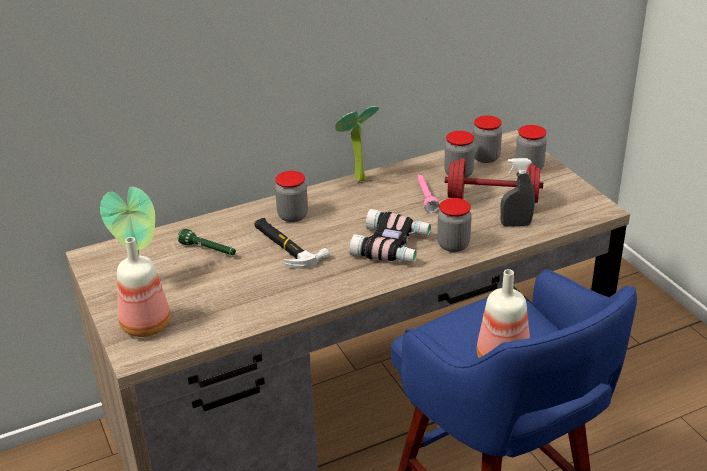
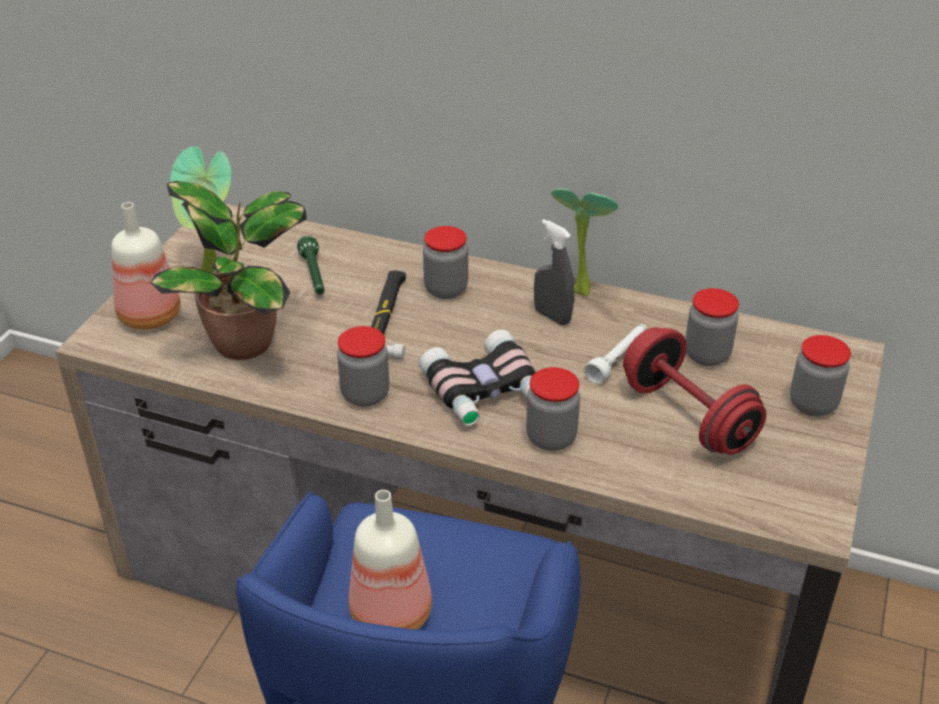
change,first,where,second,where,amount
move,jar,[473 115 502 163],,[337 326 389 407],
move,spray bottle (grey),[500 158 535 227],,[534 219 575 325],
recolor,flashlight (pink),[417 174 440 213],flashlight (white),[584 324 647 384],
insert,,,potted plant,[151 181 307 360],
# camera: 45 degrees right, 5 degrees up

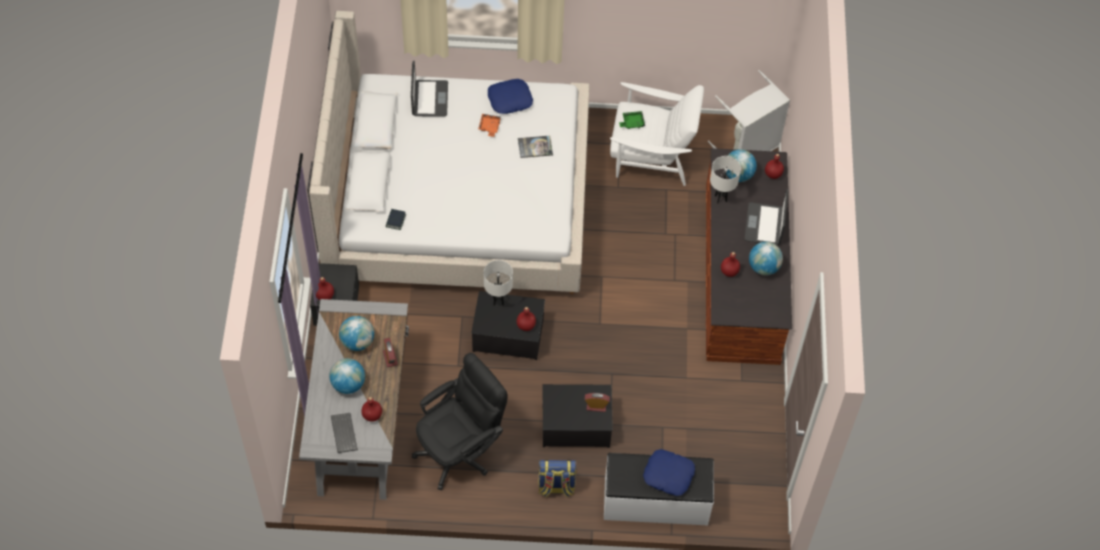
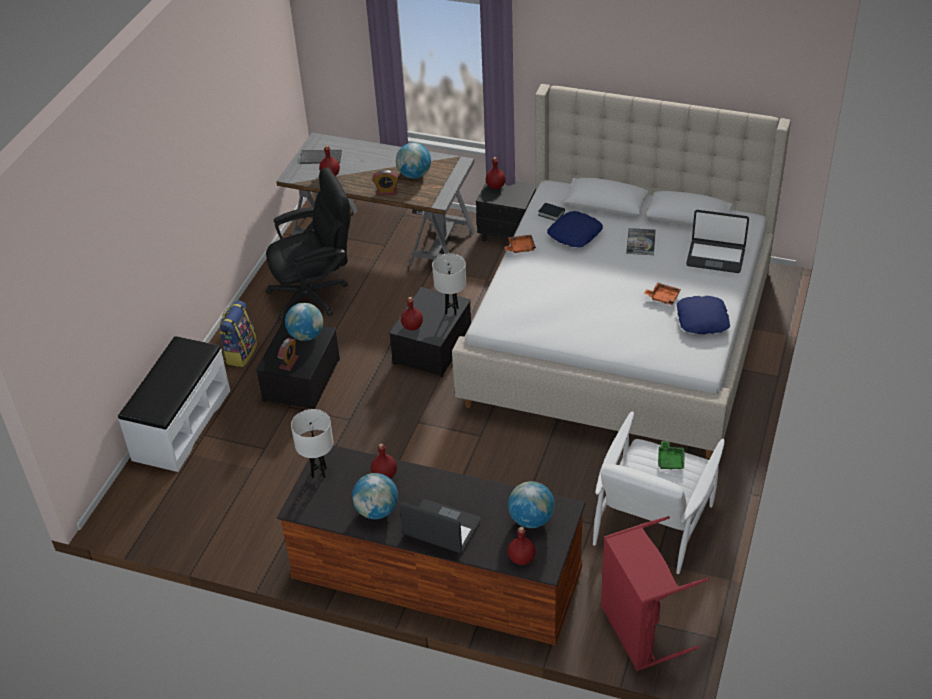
change,first,where,second,where,amount
recolor,laundry basket (grey),[708 70 790 151],laundry basket (red),[601 516 709 671],
move,book,[518 136 553 158],,[626 228 656 255],
move,table lamp (white),[710 156 741 203],,[291 409 334 478],
rotate,office chair (black),[412 353 508 490],,[265 168 351 321],90 degrees counterclockwise
move,globe,[329 358 365 394],,[285 303 323 341],
move,pillow (blue),[643 449 695 496],,[547 211 603 248],
insert,,,tray (orange),[504 235 536 253],
# camera: 110 degrees right, 15 degrees down

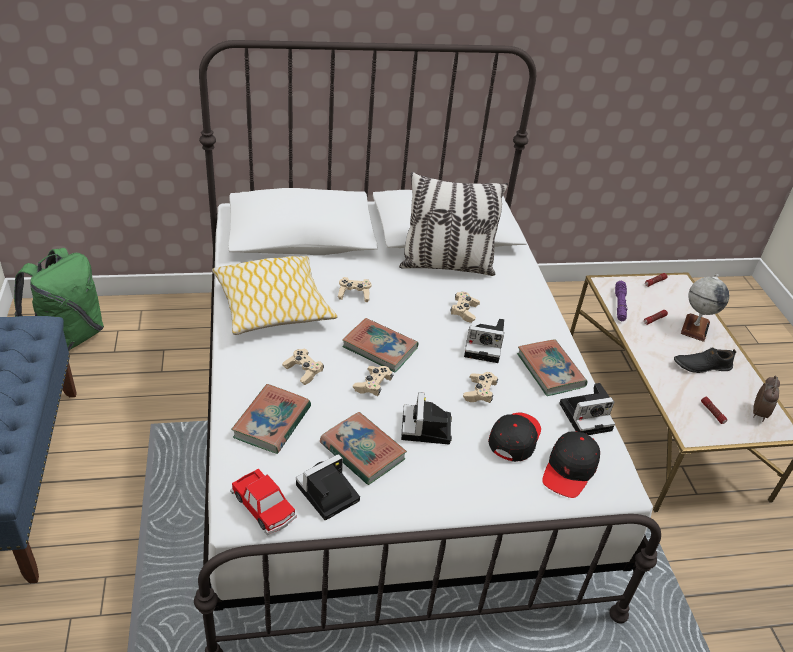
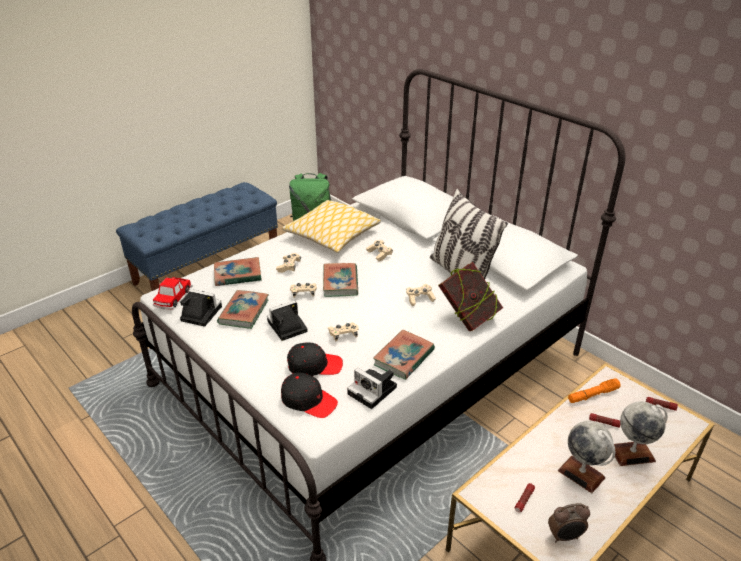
change,first,where,second,where,amount
recolor,flashlight (purple),[615 281 628 321],flashlight (orange),[568 378 621 403],
delete,photo camera,[464 319 504 363],,,
replace,shoe (black),[674 347 736 373],globe,[558 421 615 493],
rotate,cap (black),[542 431 600 498],,[281 373 338 418],150 degrees counterclockwise
insert,,,book,[438 262 503 331],
# camera: 60 degrees right, 5 degrees down

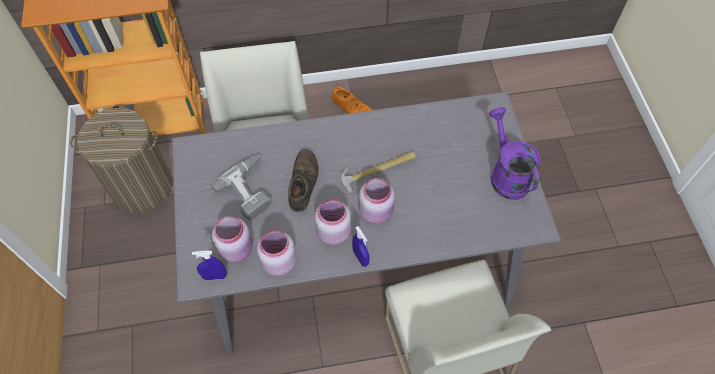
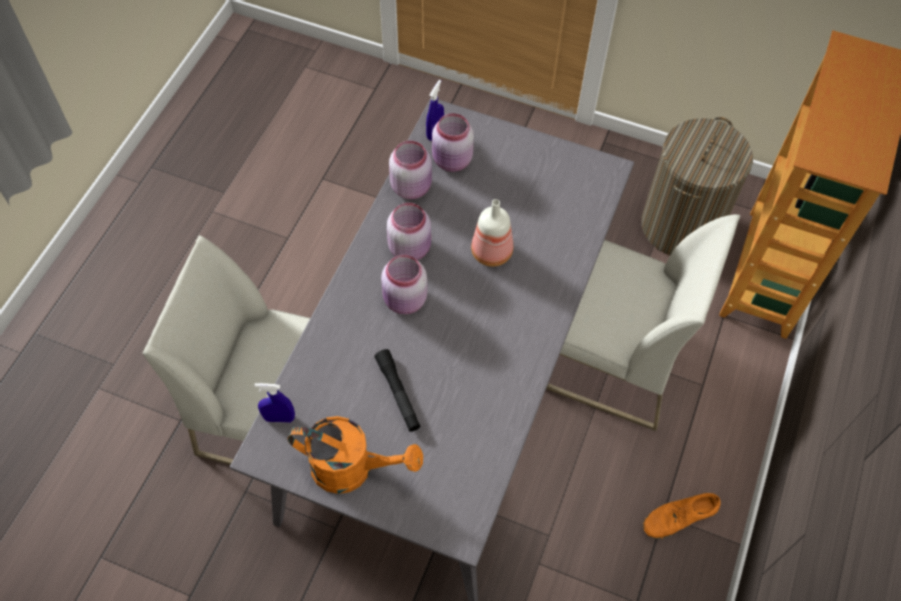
change,first,where,second,where,amount
recolor,watering can (purple),[489 107 541 200],watering can (orange),[288 416 423 494],
replace,shoe (brown),[288 149 319 212],bottle,[471 199 513 267],
delete,hammer,[341 151 416 194],,,
delete,power drill,[212 155 272 220],,,
move,spray bottle (blue),[352 226 370 267],,[255 383 295 423],
insert,,,flashlight (black),[375 349 420 432],
# camera: 120 degrees right, 0 degrees up

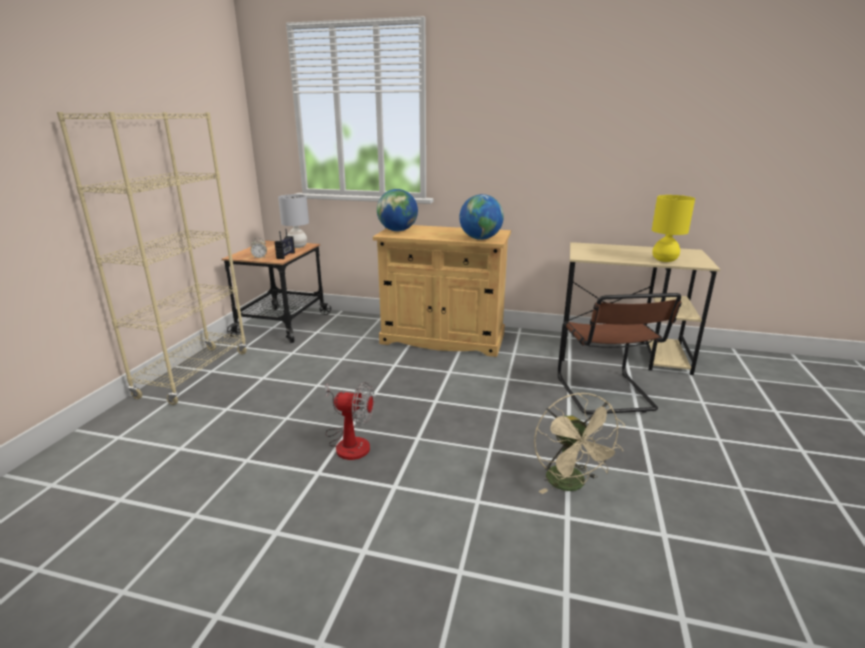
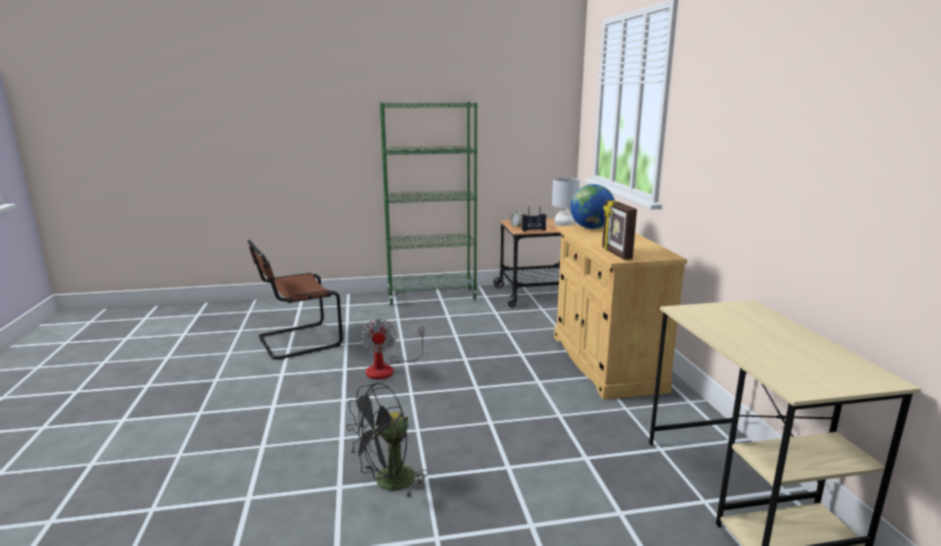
change,first,where,second,where,amount
recolor,bookcase (beige),[57 112 247 405],bookcase (green),[380 102 477 305],
replace,globe,[459 194 504 240],picture frame,[602 200 637 260],
delete,table lamp (yellow),[652 195 695 262],,,
move,chair (brown),[557 293 682 414],,[247 240 343 359],
recolor,fan (beige),[534 393 625 494],fan (black),[346 383 429 497],
# camera: 65 degrees right, 5 degrees down

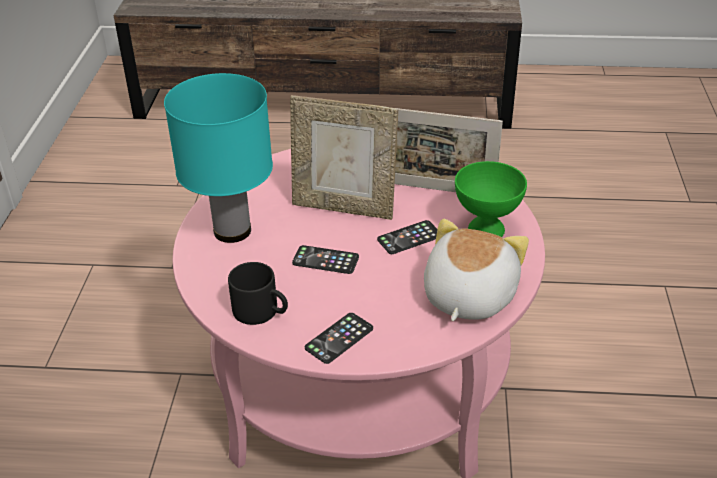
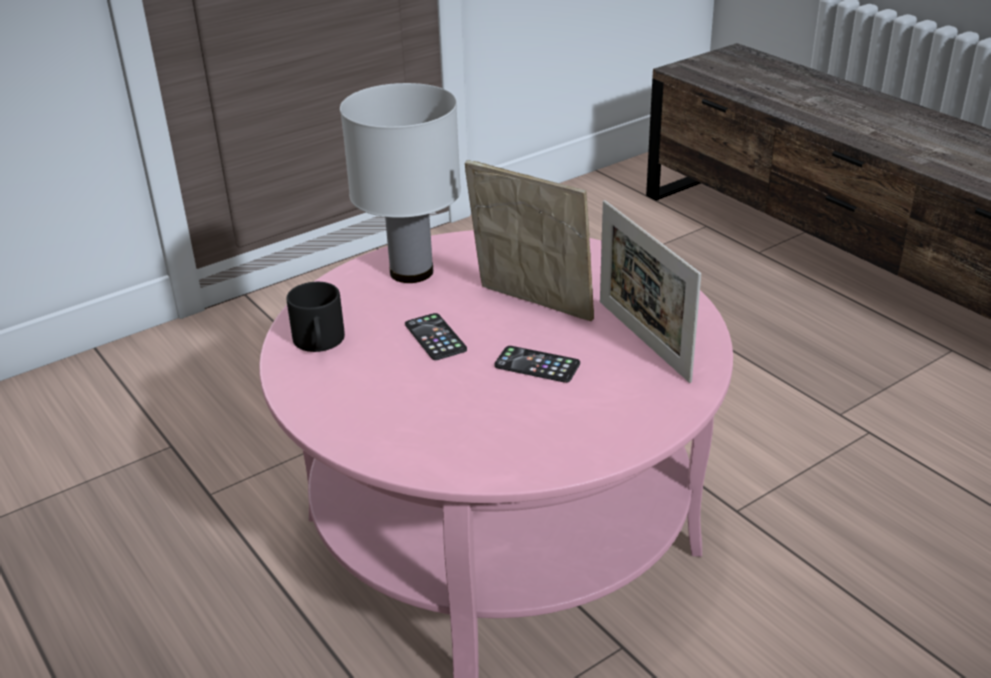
change,first,where,second,where,amount
recolor,table lamp (turquoise),[164 73 273 243],table lamp (white),[340 83 461 283],
rotate,picture frame,[290 95 398 220],,[465 160 594 321],150 degrees clockwise
delete,bowl (green),[455 161 527 237],,,
delete,plush toy,[424 219 529 321],,,
delete,phone,[305 313 373 364],,,
# camera: 50 degrees right, 5 degrees down

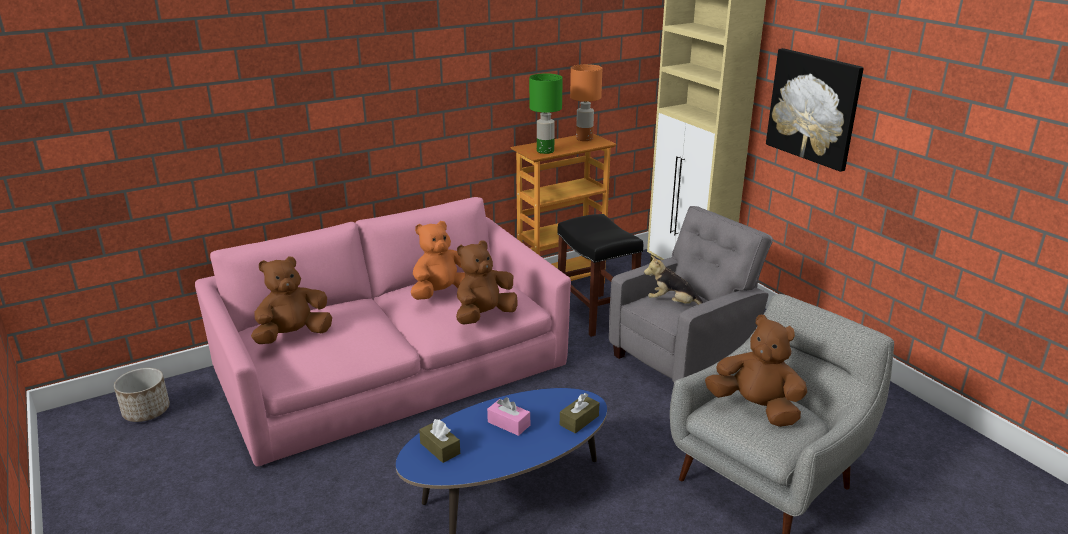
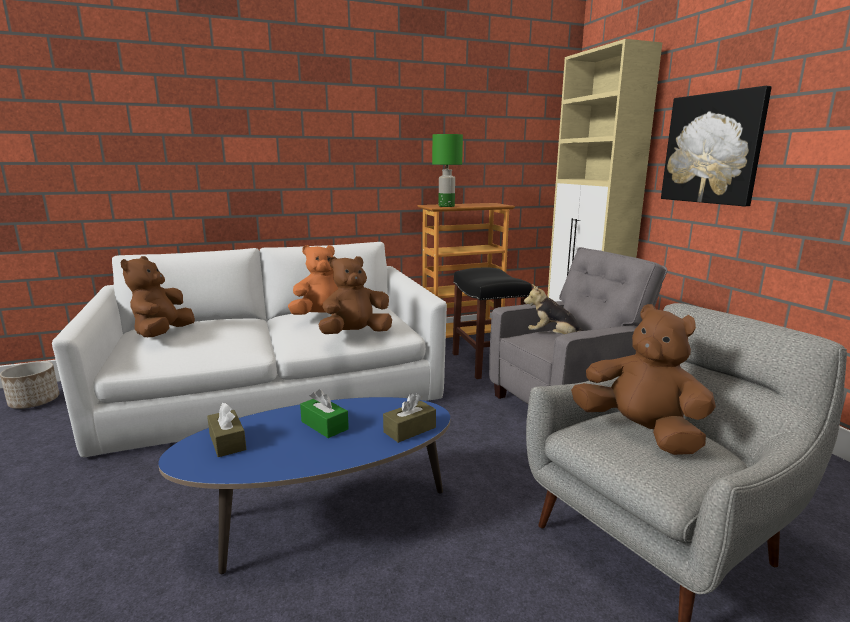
change,first,where,second,where,amount
delete,table lamp (orange),[570 64 602 141],,,
recolor,sofa (pink),[195 197 571 466],sofa (white),[52 242 447 457],
rotate,plush toy (brown),[251 256 332 344],,[121 256 195 337],60 degrees counterclockwise
recolor,tissue box (pink),[487 397 530 436],tissue box (green),[300 389 349 438],
# camera: 10 degrees right, 10 degrees down

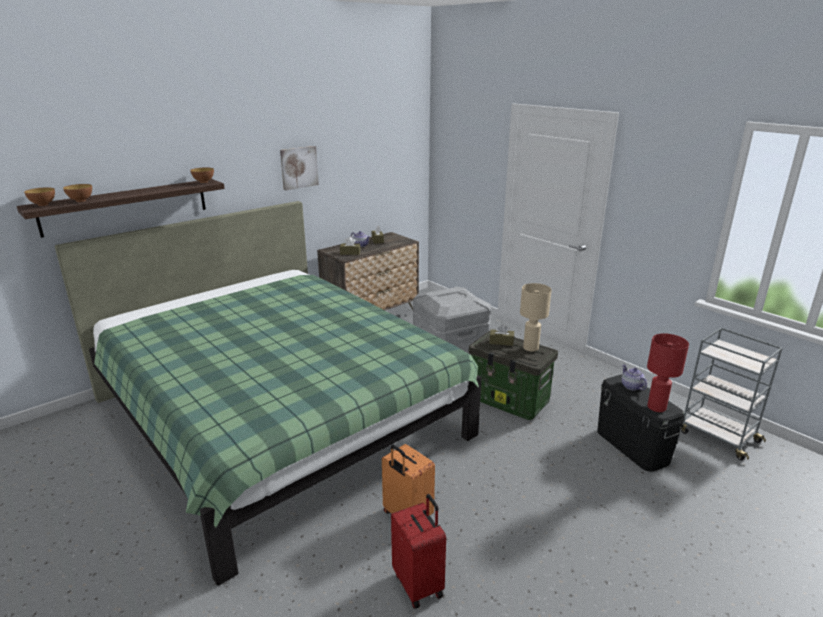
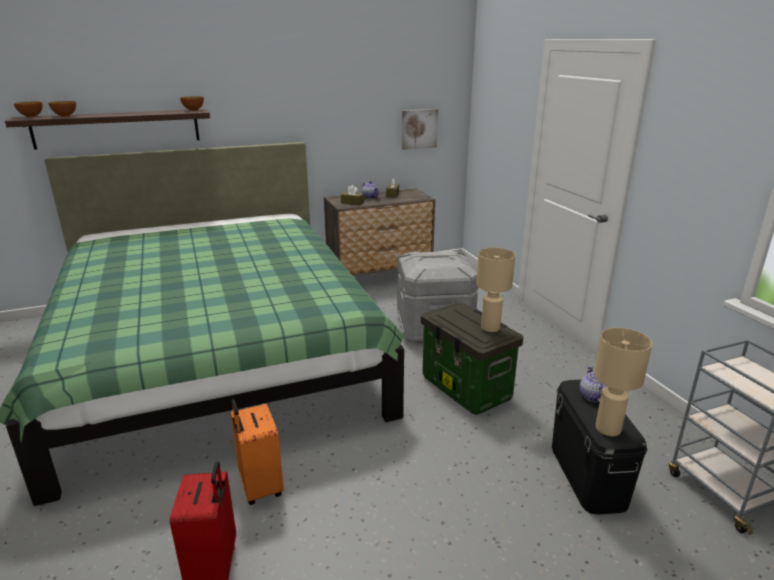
change,first,where,second,where,amount
move,picture,[280 146 319 190],,[402 109 438 150],
delete,tissue box (brown),[489 324 514 346],,,
recolor,table lamp (red),[647 333 689 412],table lamp (beige),[594 328 652 436],
# camera: 20 degrees right, 0 degrees up

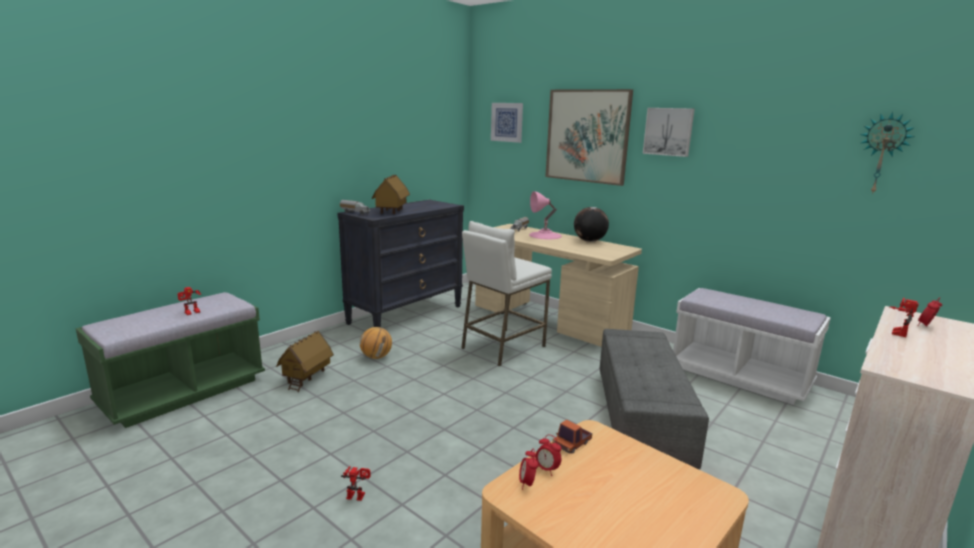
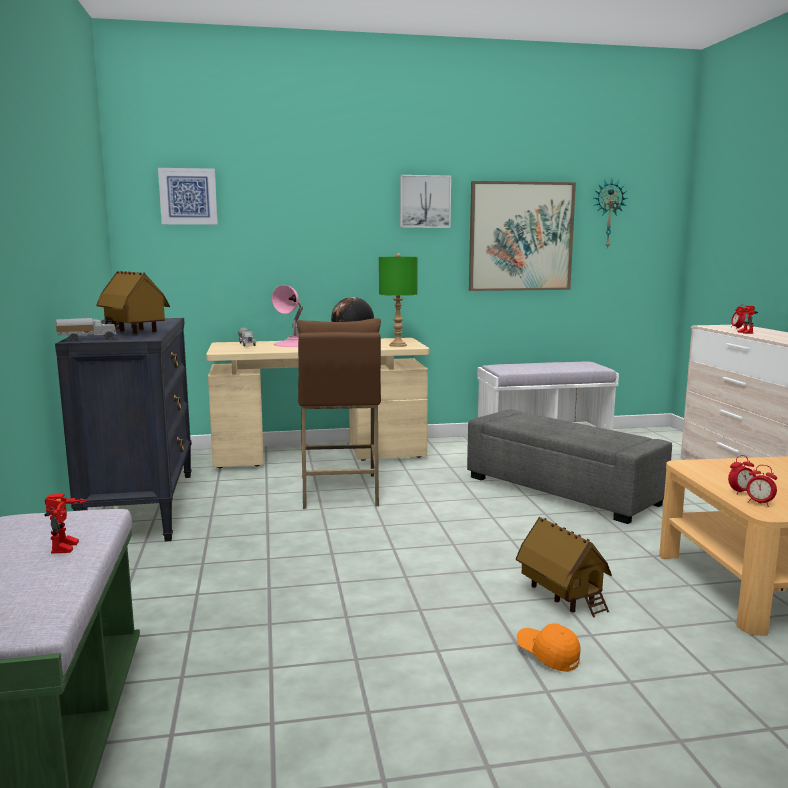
change,first,where,second,where,amount
move,picture,[545 89 633 186],,[469 181 576 291],
recolor,stool (white),[461 221 552 366],stool (brown),[297 318 381 509],
delete,basketball,[360 327 392 359],,,
move,toy house,[276 331 334 392],,[516 517 612 617],
delete,toy truck,[553 420 592 454],,,
replace,toy robot,[341 466 371 501],cap (orange),[517 623 581 672],
insert,,,table lamp (green),[379 253 418 347],
# camera: 50 degrees left, 5 degrees down

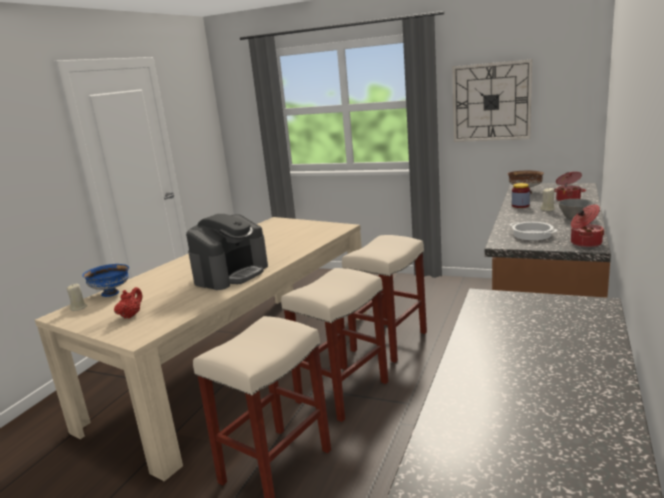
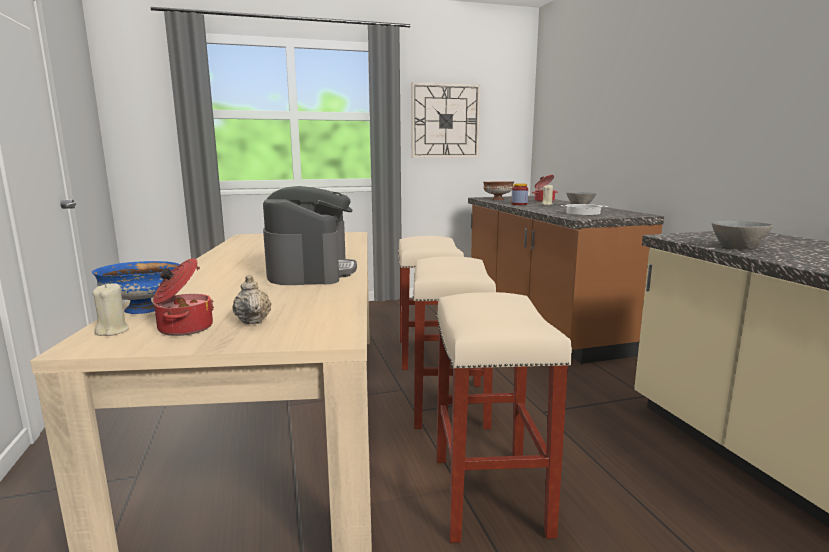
change,first,where,second,where,amount
move,cooking pot,[571 204 604 247],,[153 258 214 336],
recolor,teapot (red),[114 287 143 318],teapot (beige),[233 275 272 324],
insert,,,bowl (grey),[712 221 774 249],
# camera: 40 degrees left, 5 degrees down

